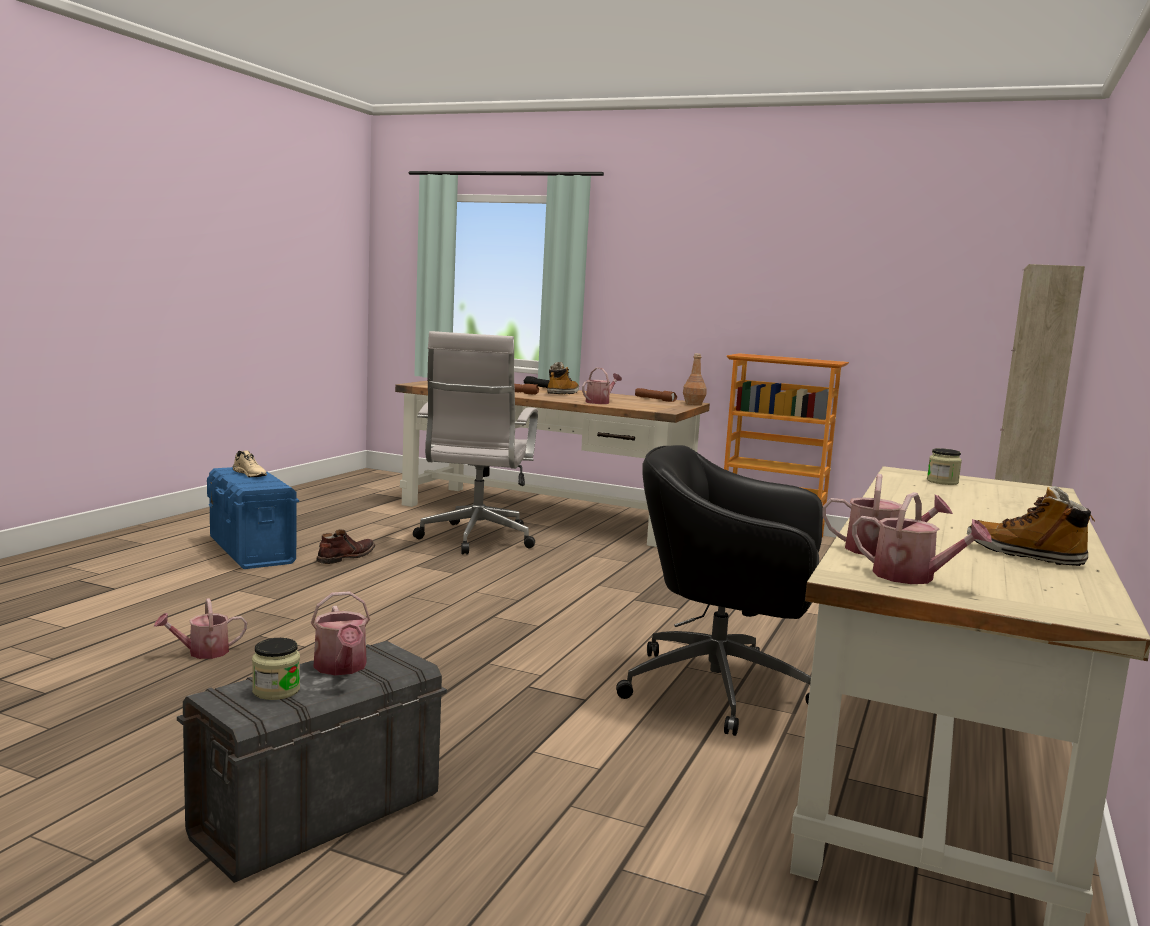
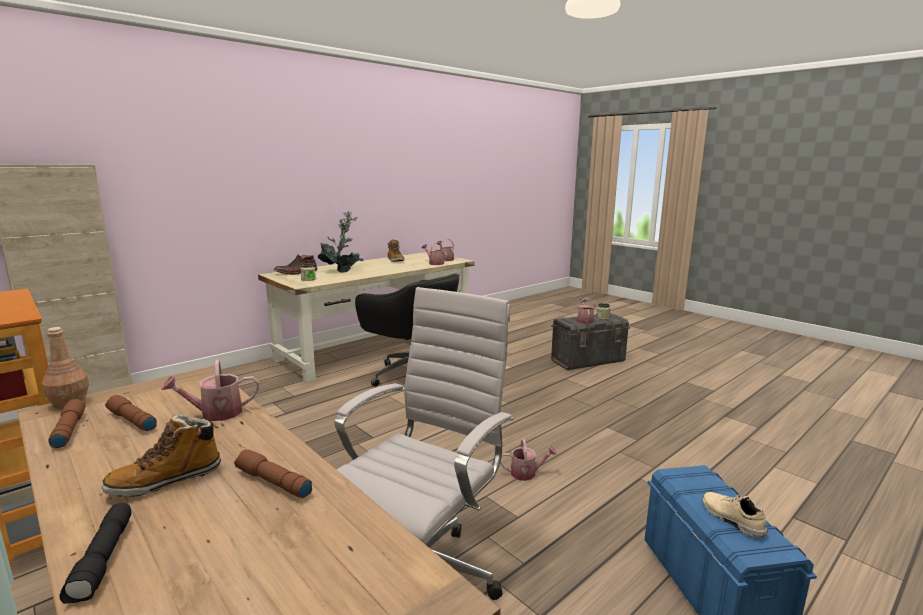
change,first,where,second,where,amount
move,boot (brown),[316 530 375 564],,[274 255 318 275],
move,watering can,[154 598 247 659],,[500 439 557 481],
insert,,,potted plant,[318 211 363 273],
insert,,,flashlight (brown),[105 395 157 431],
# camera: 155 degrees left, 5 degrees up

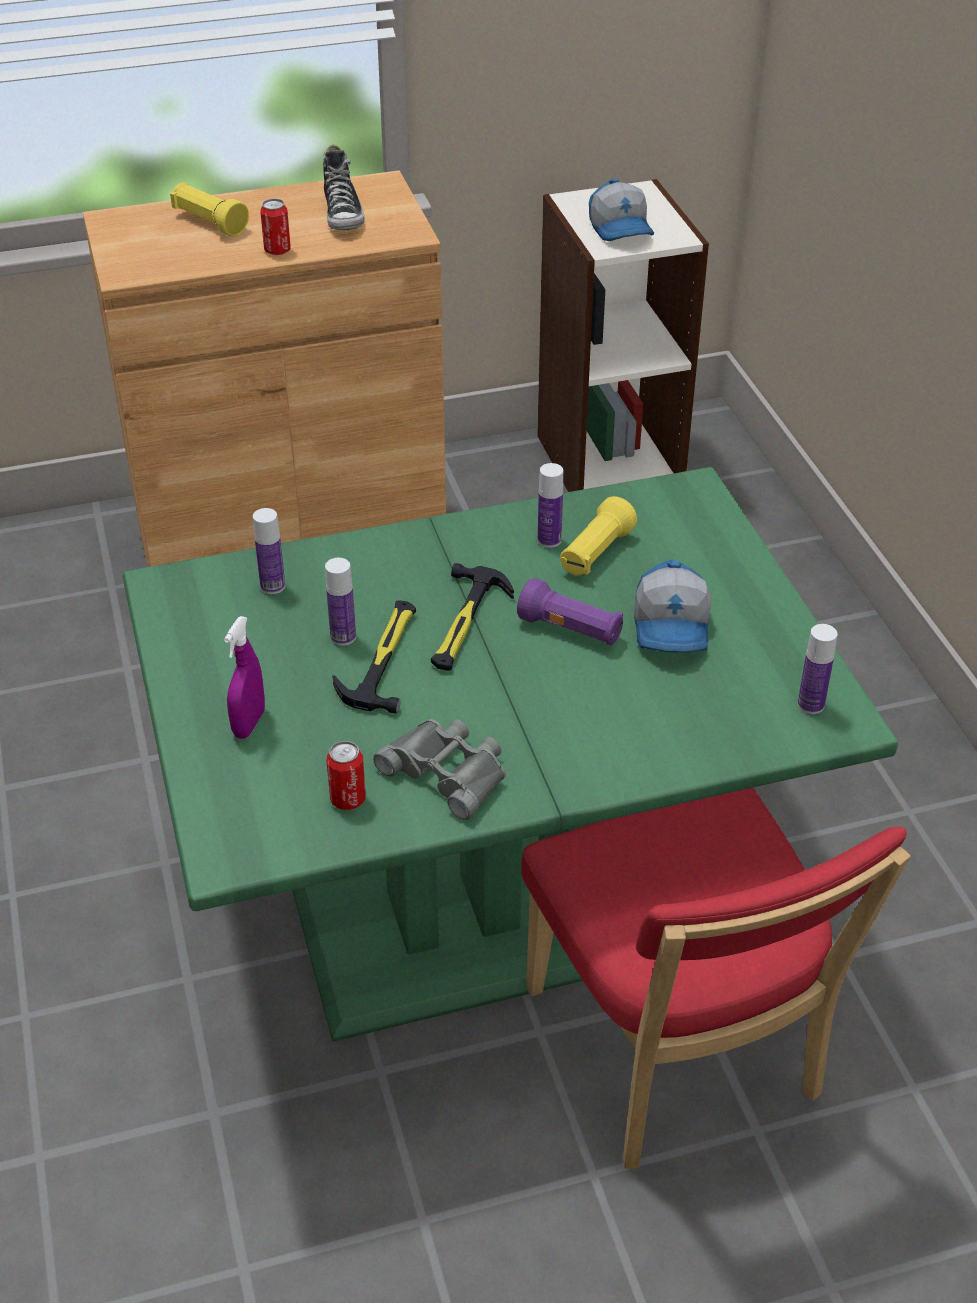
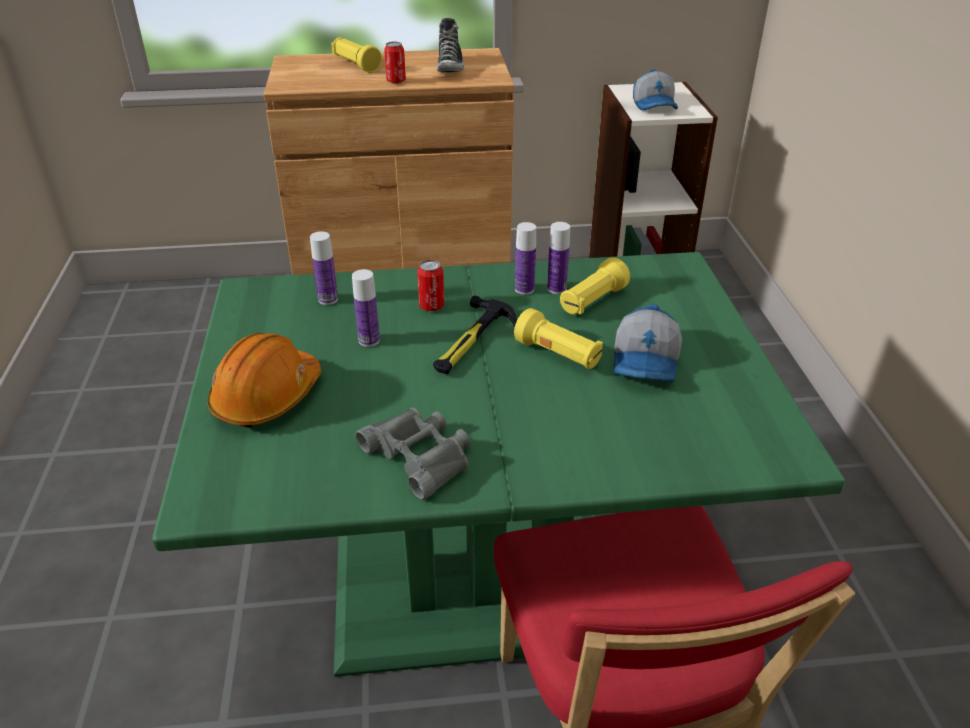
change,first,where,second,where,amount
recolor,flashlight (purple),[517 578 623 645],flashlight (yellow),[514 308 603 369],
delete,hammer,[332 600 416 713],,,
replace,spray bottle (purple),[224 616 265 739],hard hat (orange),[207 333 321 428],
move,bottle,[798 624 838 714],,[515 222 536 295],
move,can,[326 741 366 810],,[417 259 444 311],
# camera: 10 degrees right, 5 degrees down

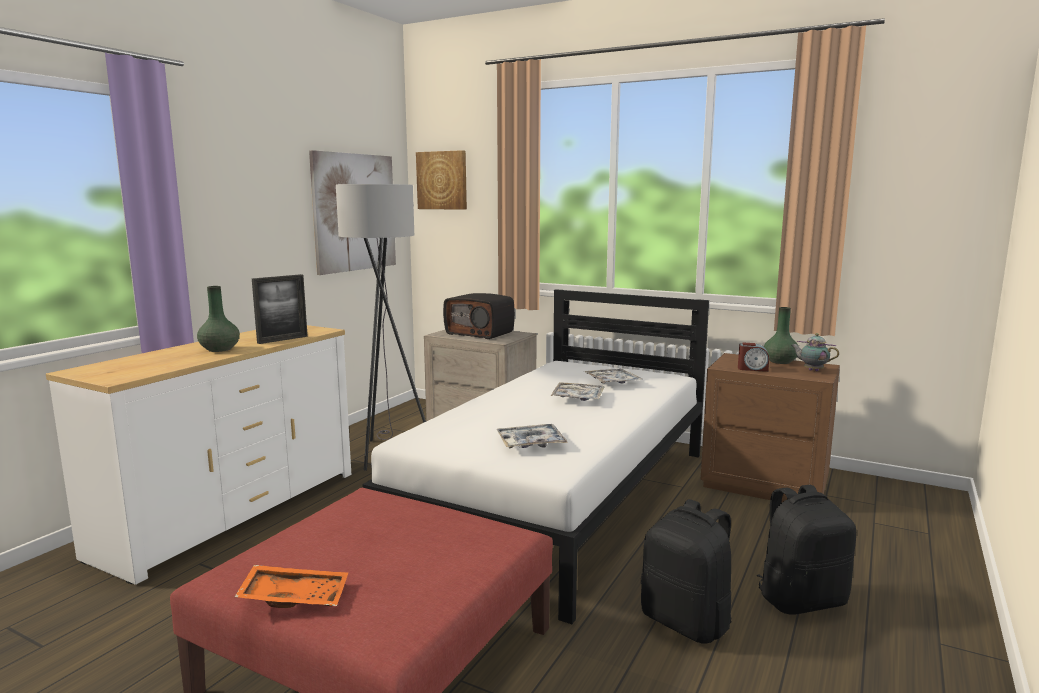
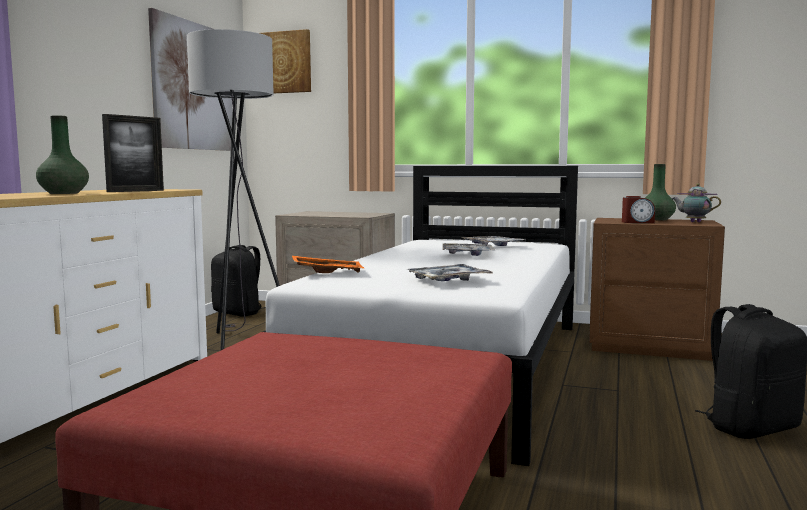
change,first,where,second,where,amount
delete,radio,[443 293 515 339],,,
move,backpack (black),[641 499 731 644],,[211 245 266 317],
move,tray (orange),[235 565 348 608],,[292 256 365 273],
# camera: 10 degrees left, 5 degrees down

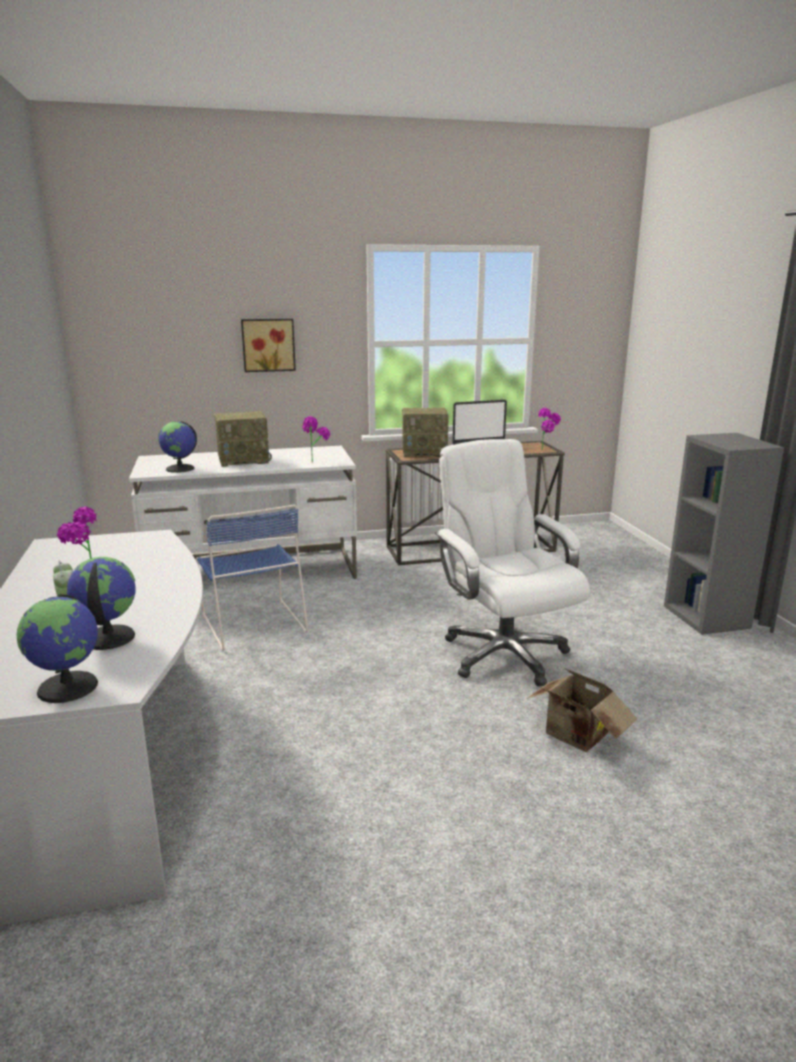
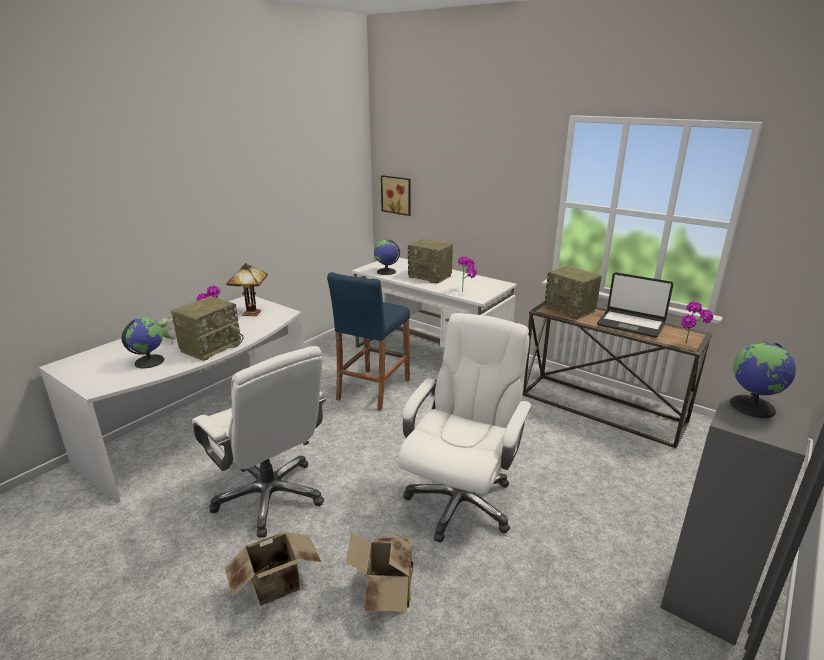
change,first,where,second,where,amount
move,picture,[241 319 296 372],,[381 175 410 216],
replace,chair (blue),[196 504 308 651],stool (blue),[327 272 410 411],
move,globe,[17 594 98 703],,[730 343 796 418],
insert,,,table lamp,[226 263 268 316],
insert,,,radio,[171 296 244 361],
insert,,,office chair (white),[192 346 326 538],
insert,,,cardboard box,[224 532 321 606],
# camera: 50 degrees right, 5 degrees up

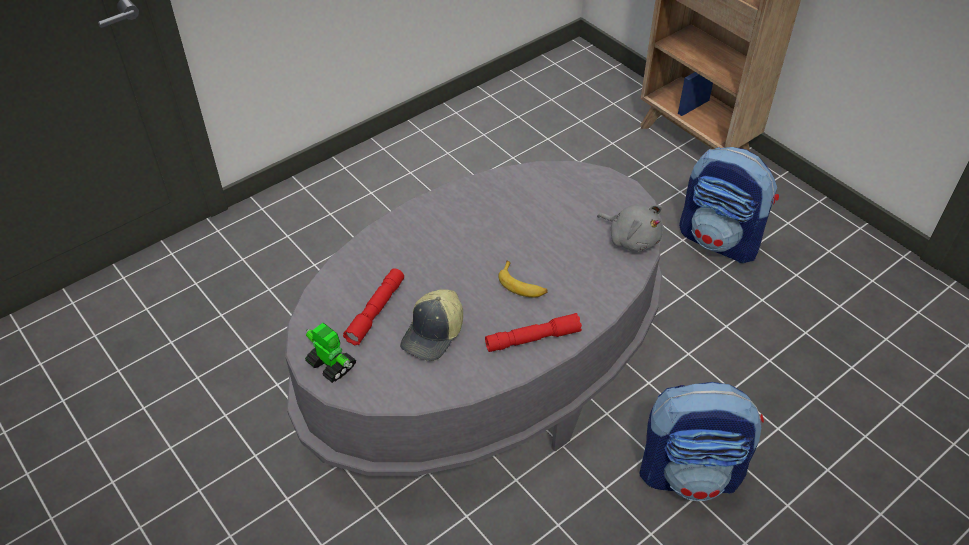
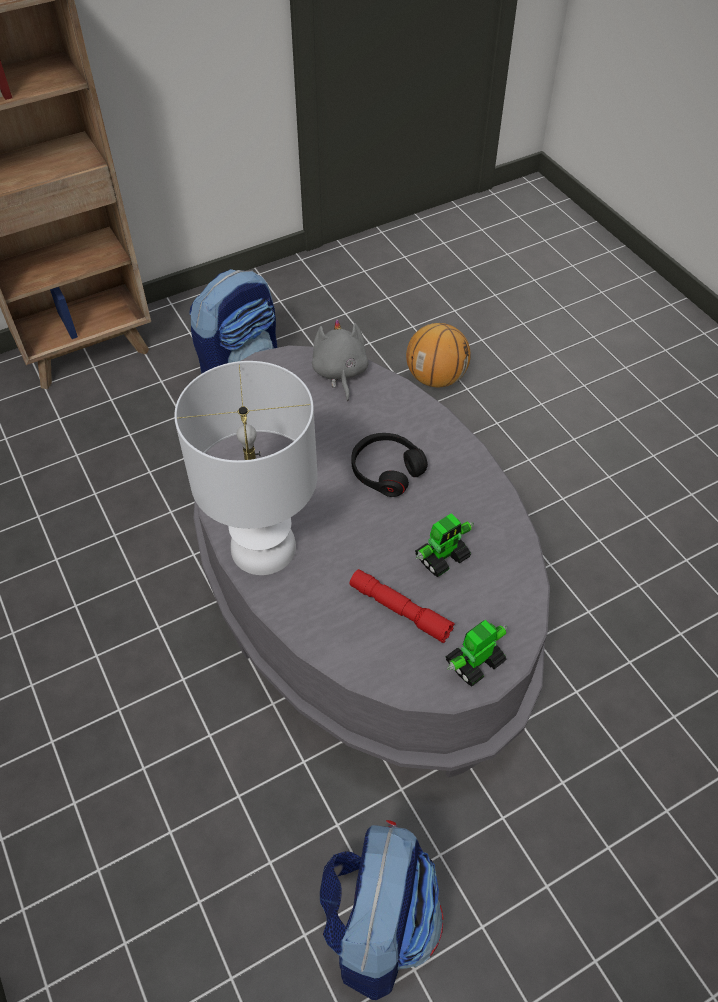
change,first,where,second,where,amount
rotate,plush toy (grey),[597 205 663 252],,[312 319 369 401],60 degrees counterclockwise
replace,banana,[498 261 548 298],headphones (black),[352 433 428 497],
replace,cap,[400 289 463 361],toy robot,[415 513 474 577],
delete,flashlight (red),[485 313 582 352],,,
move,backpack,[639 382 764 501],,[320 820 443 1000],
insert,,,basketball,[406 323 471 388],
insert,,,table lamp (white),[174 361 317 575],
# camera: 80 degrees left, 5 degrees up

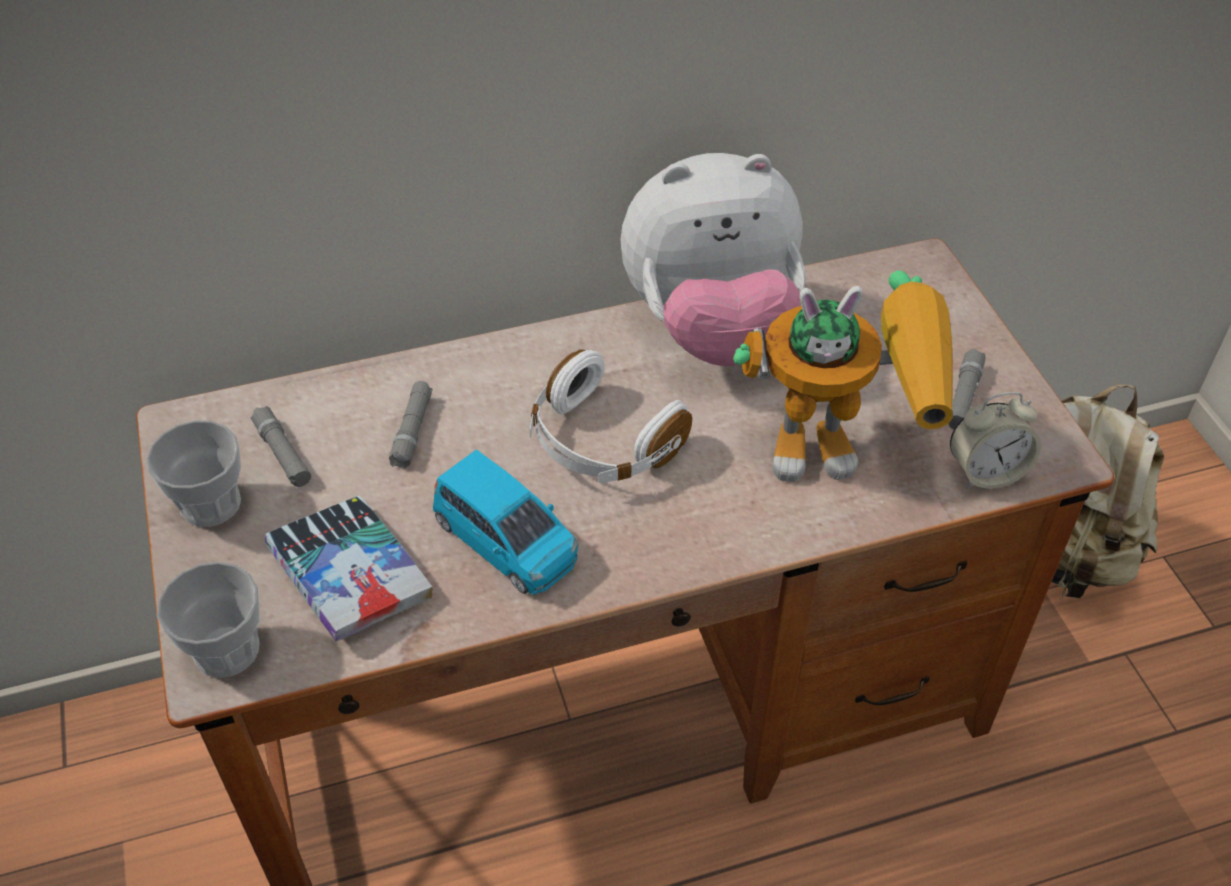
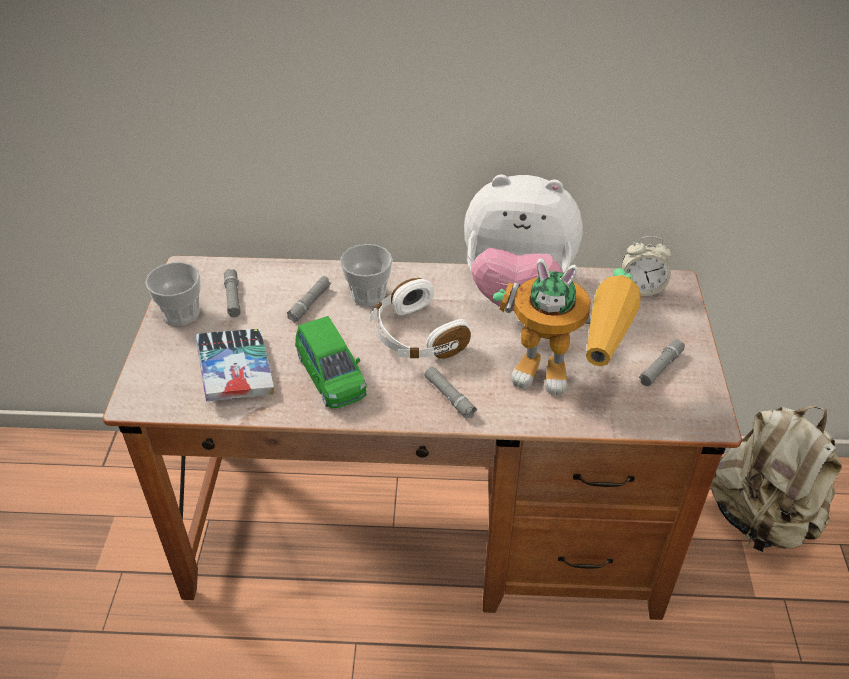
change,first,where,second,where,amount
move,alarm clock,[950 392 1041 489],,[622 236 672 296],
recolor,toy car (blue),[433 449 578 595],toy car (green),[295 316 367 408],
move,cup,[157 562 260 678],,[340 244 393 306],
insert,,,flashlight (grey),[424 367 477 419],
# camera: 20 degrees right, 5 degrees down

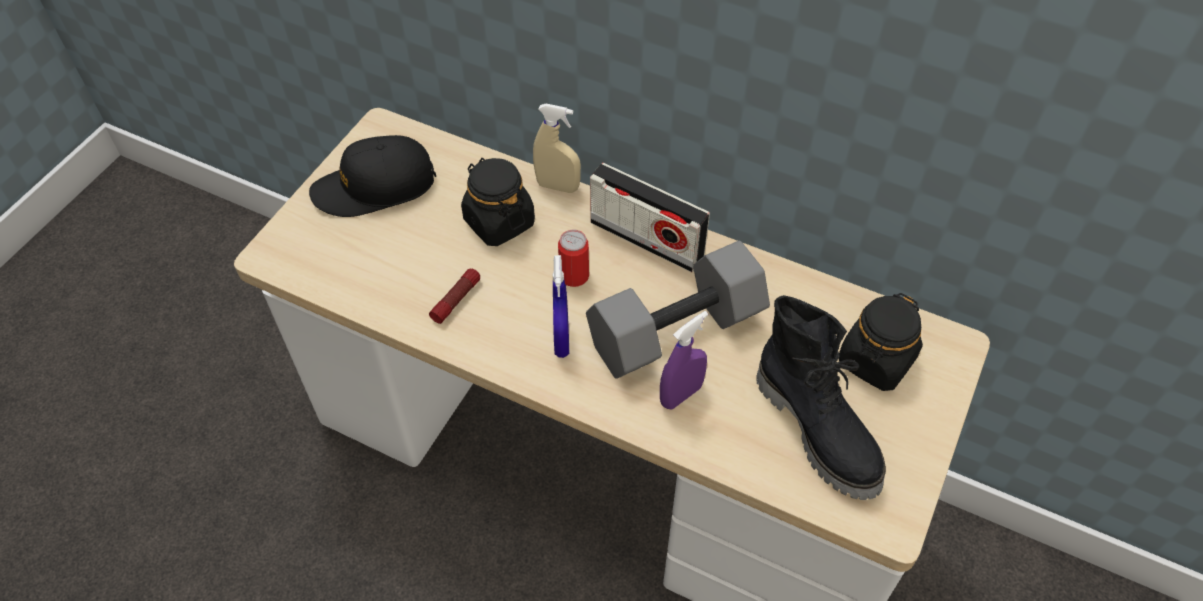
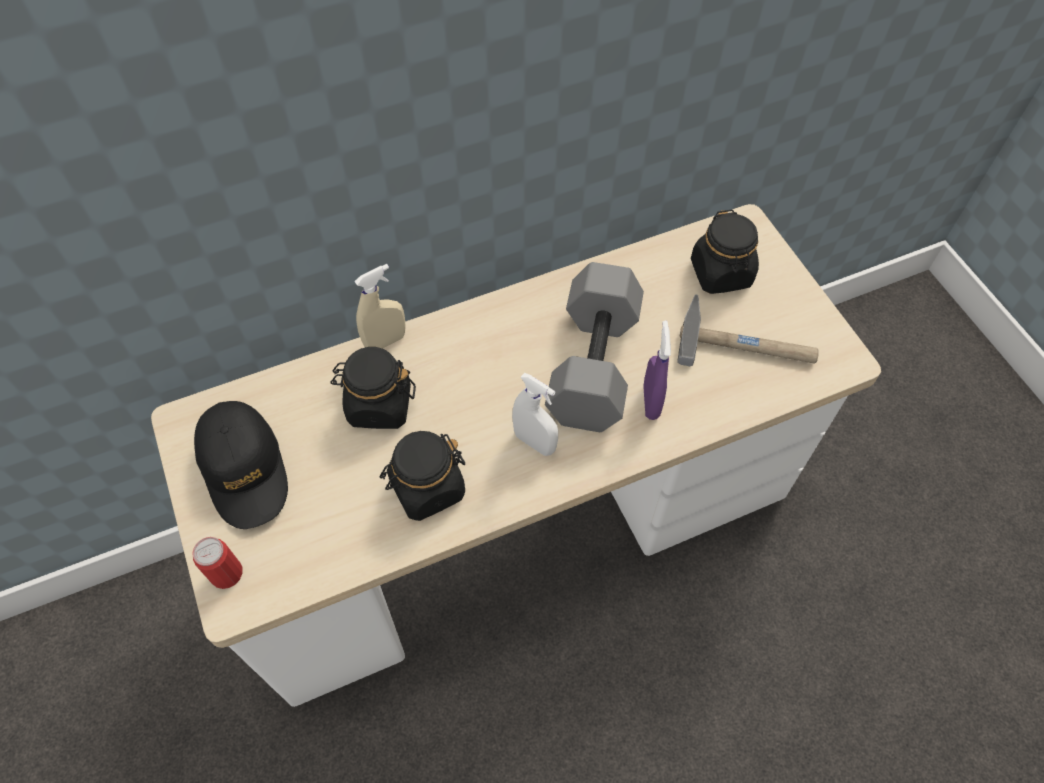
change,first,where,second,where,amount
rotate,cap (black),[309 135 436 217],,[194 401 288 529],45 degrees counterclockwise
delete,radio,[590 163 710 272],,,
move,can,[558 230 589 287],,[192 537 243 589],
recolor,spray bottle (blue),[553 255 569 358],spray bottle (white),[512 373 558 456],
replace,flashlight,[429 269 480 324],jar (black),[379 431 465 521],
replace,boot (black),[756 295 886 500],hammer,[677 294 819 366],
# camera: 50 degrees left, 5 degrees up

